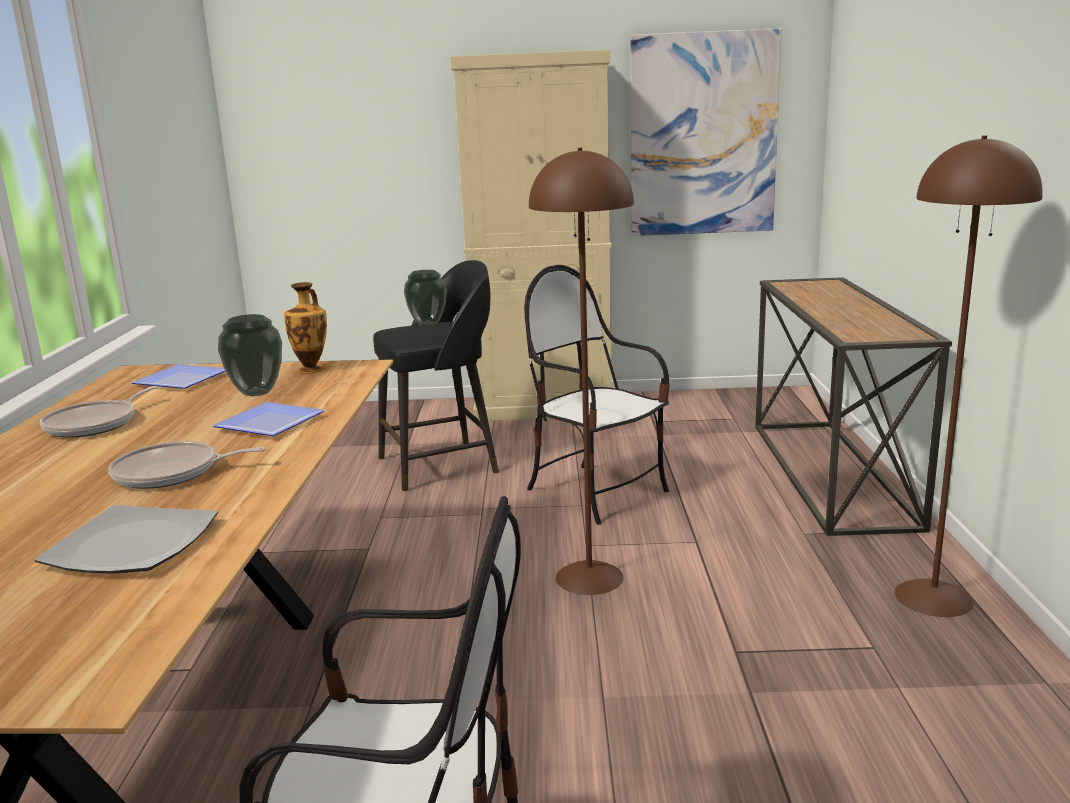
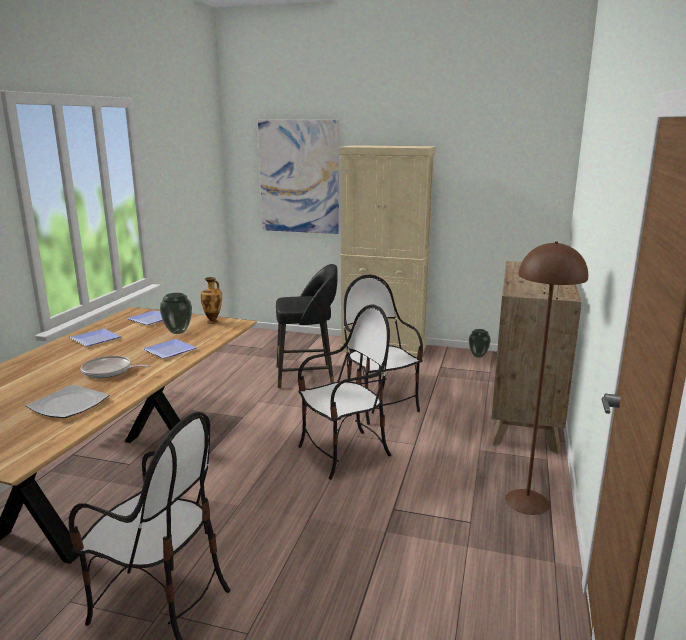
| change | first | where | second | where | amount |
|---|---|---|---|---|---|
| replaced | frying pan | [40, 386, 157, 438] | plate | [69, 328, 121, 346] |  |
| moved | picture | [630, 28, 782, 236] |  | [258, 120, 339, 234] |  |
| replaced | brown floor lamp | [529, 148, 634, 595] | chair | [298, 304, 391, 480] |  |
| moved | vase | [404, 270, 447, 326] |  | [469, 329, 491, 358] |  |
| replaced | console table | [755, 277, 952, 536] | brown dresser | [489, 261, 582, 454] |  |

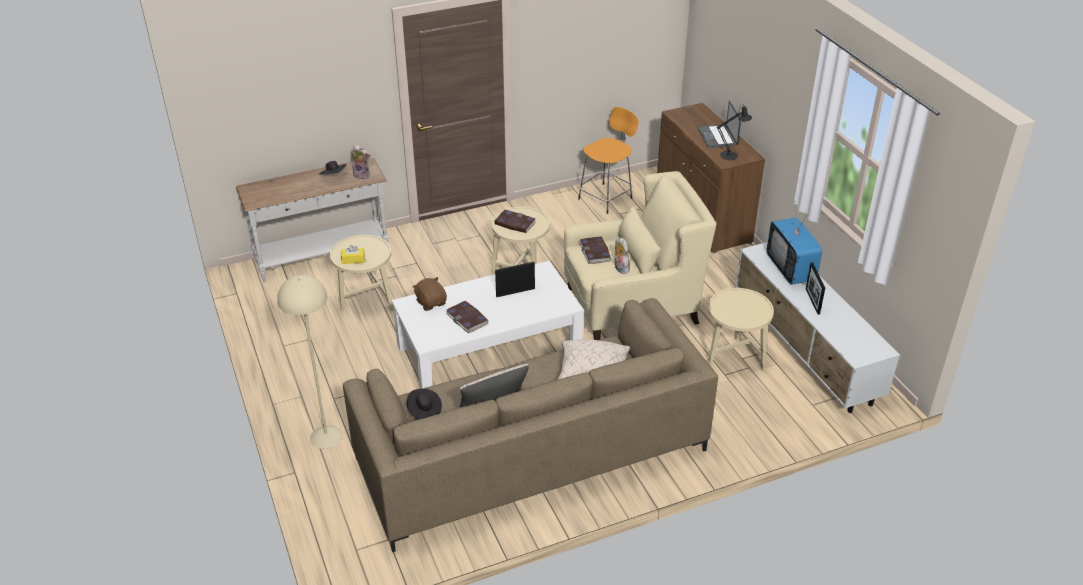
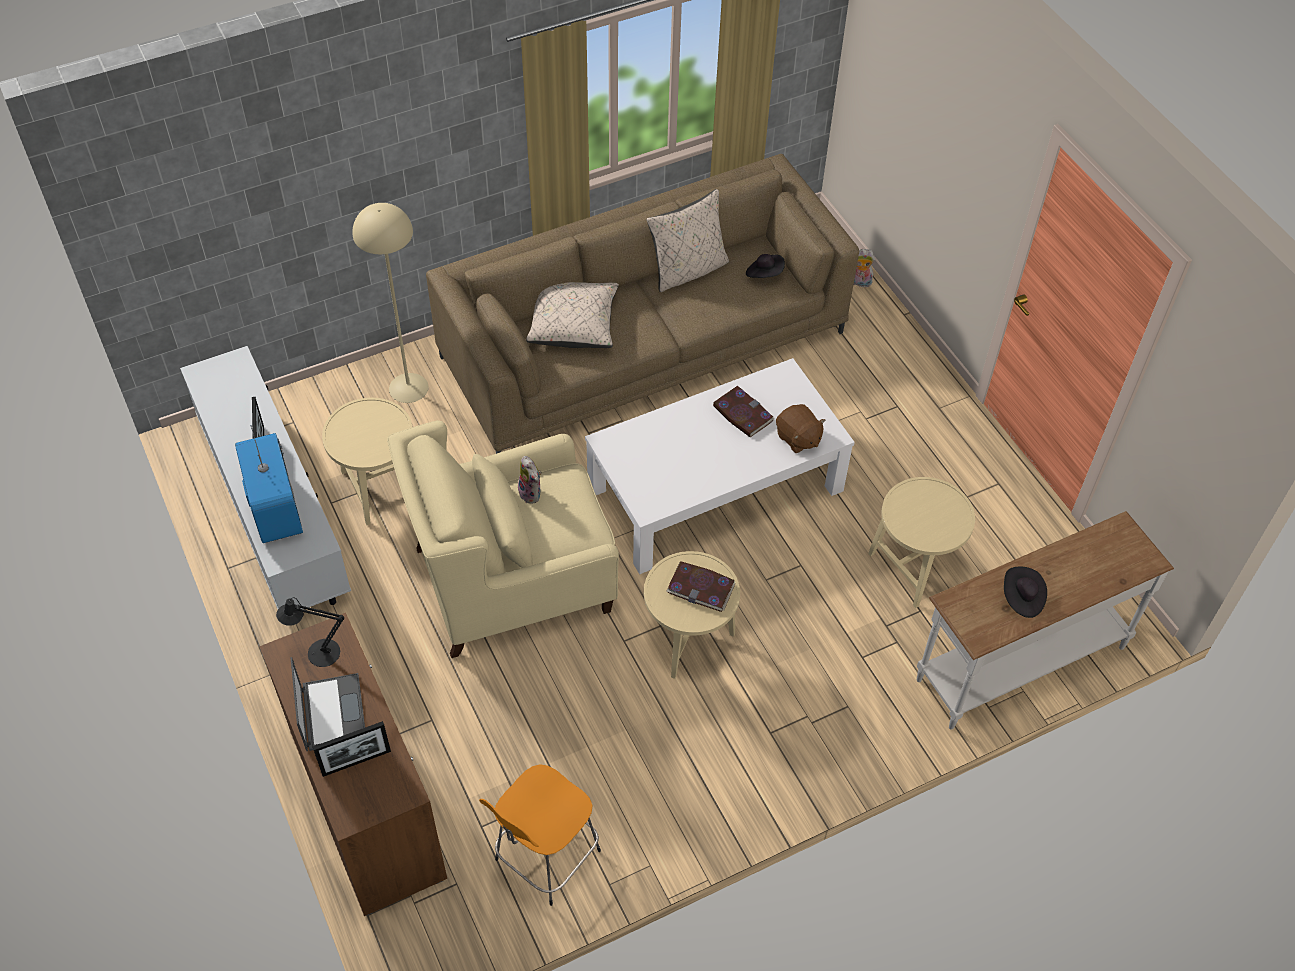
| change | first | where | second | where | amount |
|---|---|---|---|---|---|
| moved | picture frame | [495, 262, 535, 297] |  | [313, 721, 391, 777] |  |
| moved | beige floor lamp | [277, 275, 343, 449] |  | [352, 203, 428, 403] |  |
| moved | plush toy | [352, 145, 370, 179] |  | [854, 249, 875, 287] |  |
| removed | yellow tissue box | [341, 245, 365, 264] |  |  |  |
| removed | book | [579, 236, 611, 264] |  |  |  |

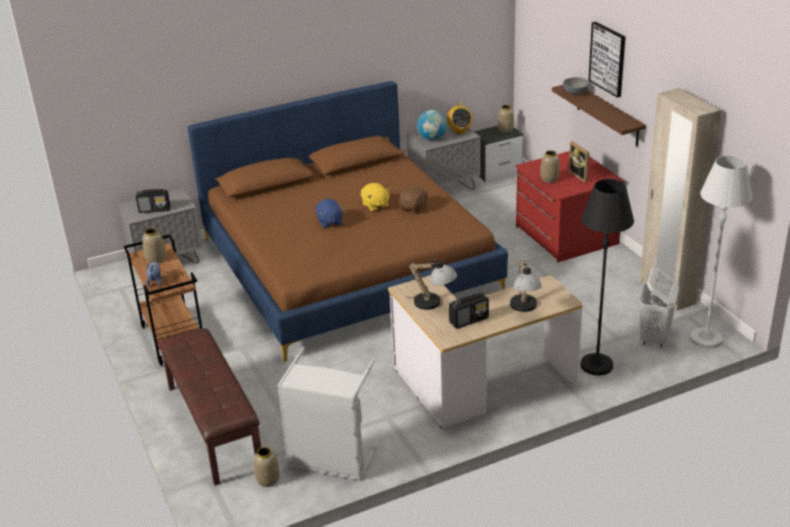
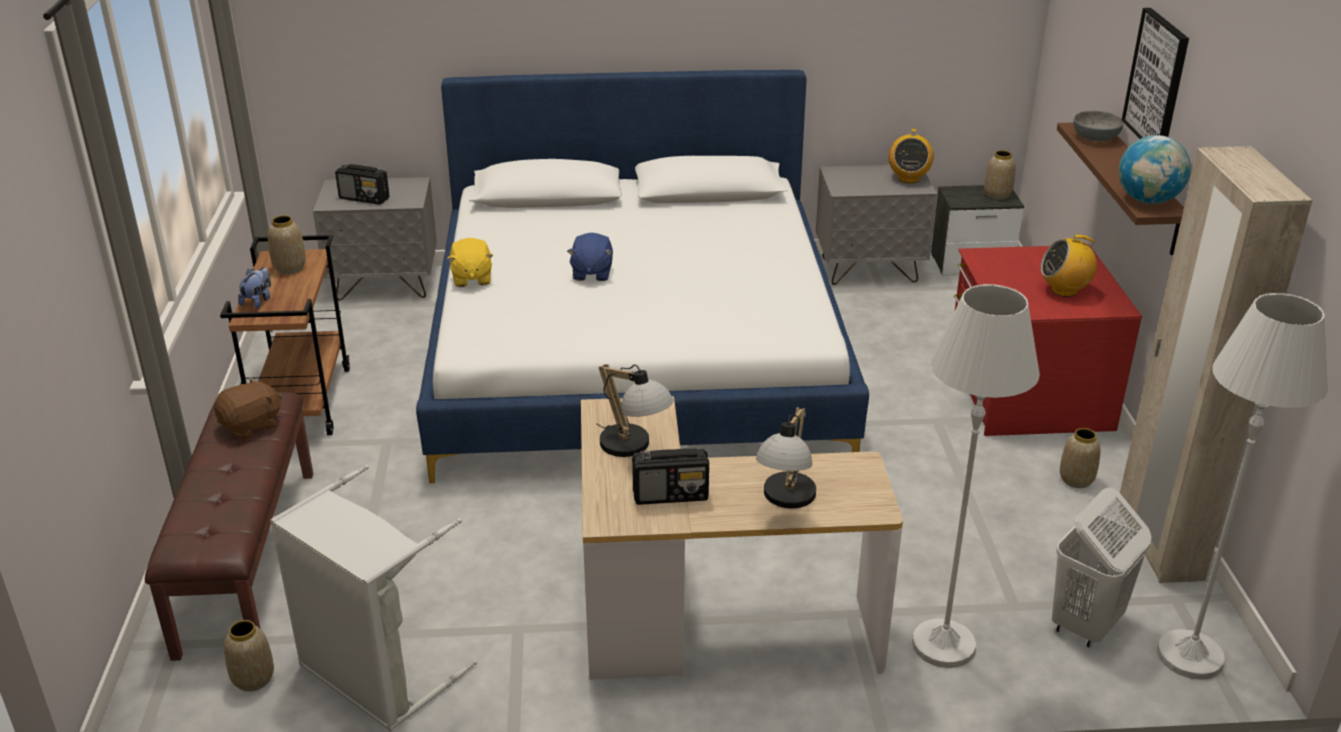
| change | first | where | second | where | amount |
|---|---|---|---|---|---|
| moved | brown plush toy | [399, 186, 429, 214] |  | [214, 378, 282, 439] |  |
| recoloured | brown bed | [188, 81, 508, 362] | white bed | [416, 70, 869, 483] |  |
| moved | yellow plush toy | [361, 183, 390, 212] |  | [447, 238, 493, 287] |  |
| recoloured | black floor lamp | [581, 179, 634, 376] | white floor lamp | [912, 284, 1040, 668] |  |
| replaced | picture frame | [569, 141, 589, 183] | radio | [1041, 235, 1097, 297] |  |
| moved | vase | [540, 150, 560, 183] |  | [1060, 428, 1100, 488] |  |
| moved | globe | [417, 110, 447, 140] |  | [1119, 135, 1191, 204] |  |

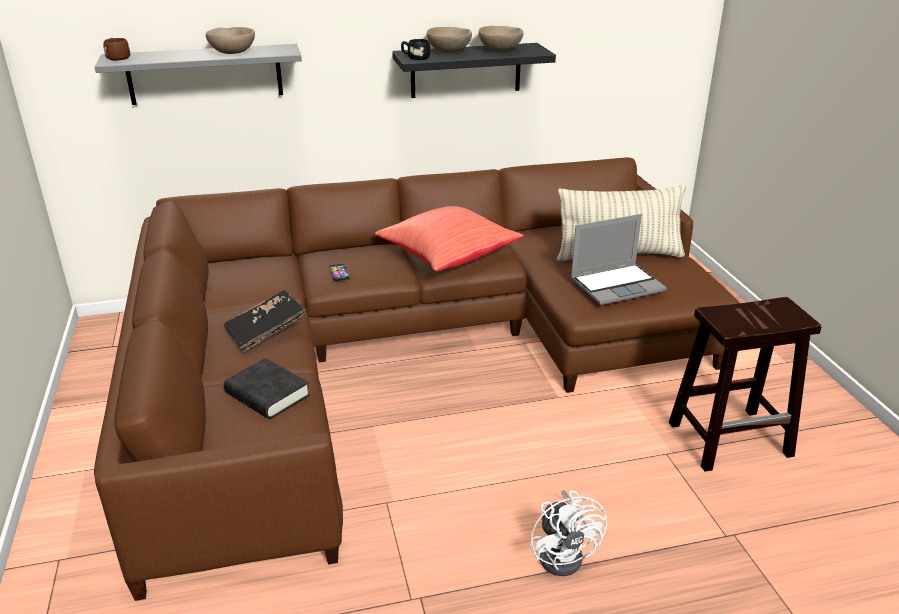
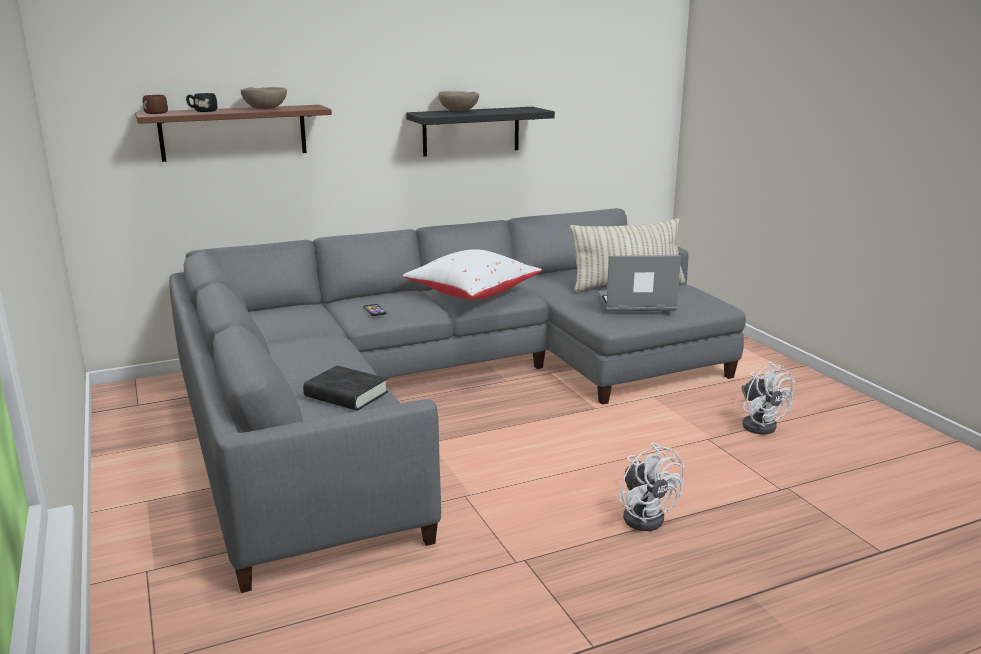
| change | first | where | second | where | amount |
|---|---|---|---|---|---|
| recoloured | grey shelf | [95, 44, 302, 105] | brown shelf | [135, 105, 332, 162] |  |
| recoloured | brown sofa | [94, 157, 739, 601] | grey sofa | [169, 208, 746, 593] |  |
| moved | black mug | [401, 39, 430, 60] |  | [186, 93, 217, 112] |  |
| recoloured | red pillow | [375, 206, 523, 272] | white pillow | [403, 249, 542, 299] |  |
| turned | laptop | [570, 214, 667, 305] |  | [598, 255, 681, 312] | 150 degrees counterclockwise |
| replaced | brown stool | [669, 297, 821, 472] | white fan | [742, 361, 795, 434] |  |
| removed | black book | [224, 290, 307, 352] |  |  |  |
| removed | beige bowl | [478, 26, 524, 51] |  |  |  |

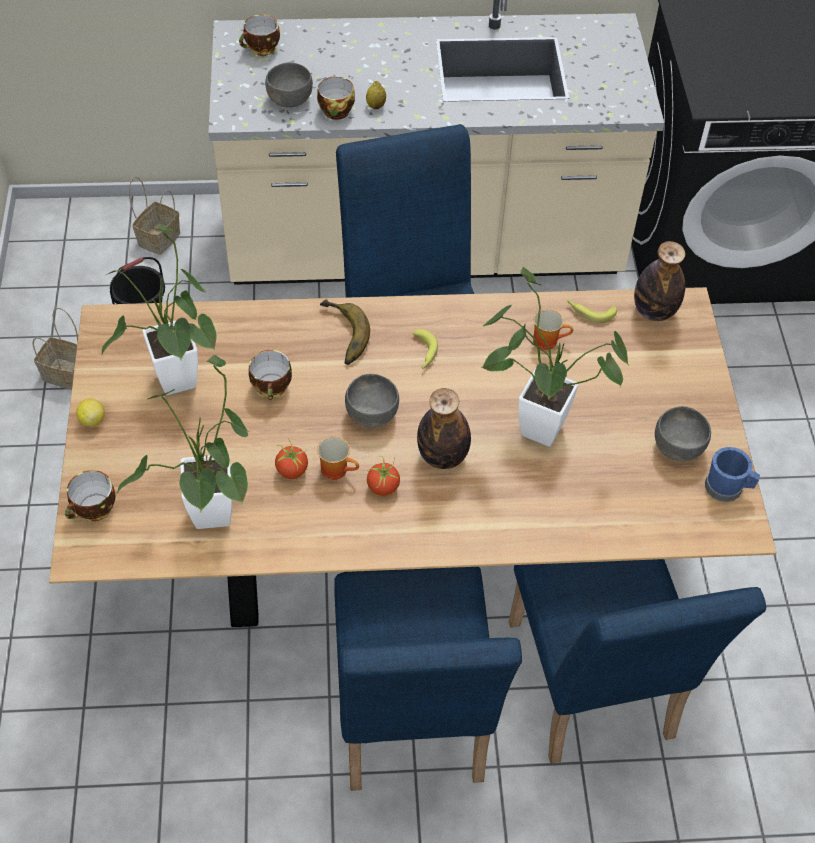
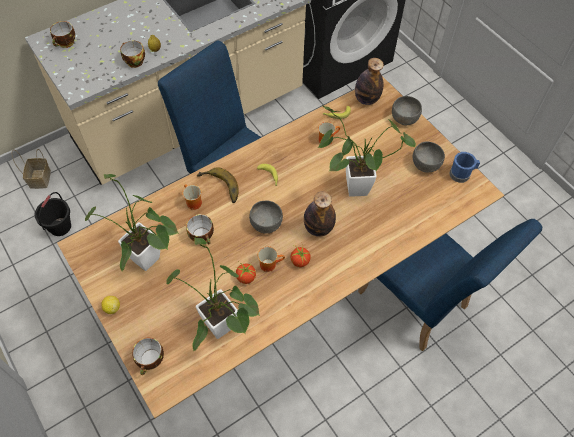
| change | first | where | second | where | amount |
|---|---|---|---|---|---|
| added |  |  | mug | [182, 184, 202, 210] |  |
| moved | grey bowl | [265, 62, 313, 108] |  | [392, 96, 422, 125] |  |
| removed | basket | [32, 308, 78, 390] |  |  |  |
| removed | blue chair | [334, 567, 522, 791] |  |  |  |

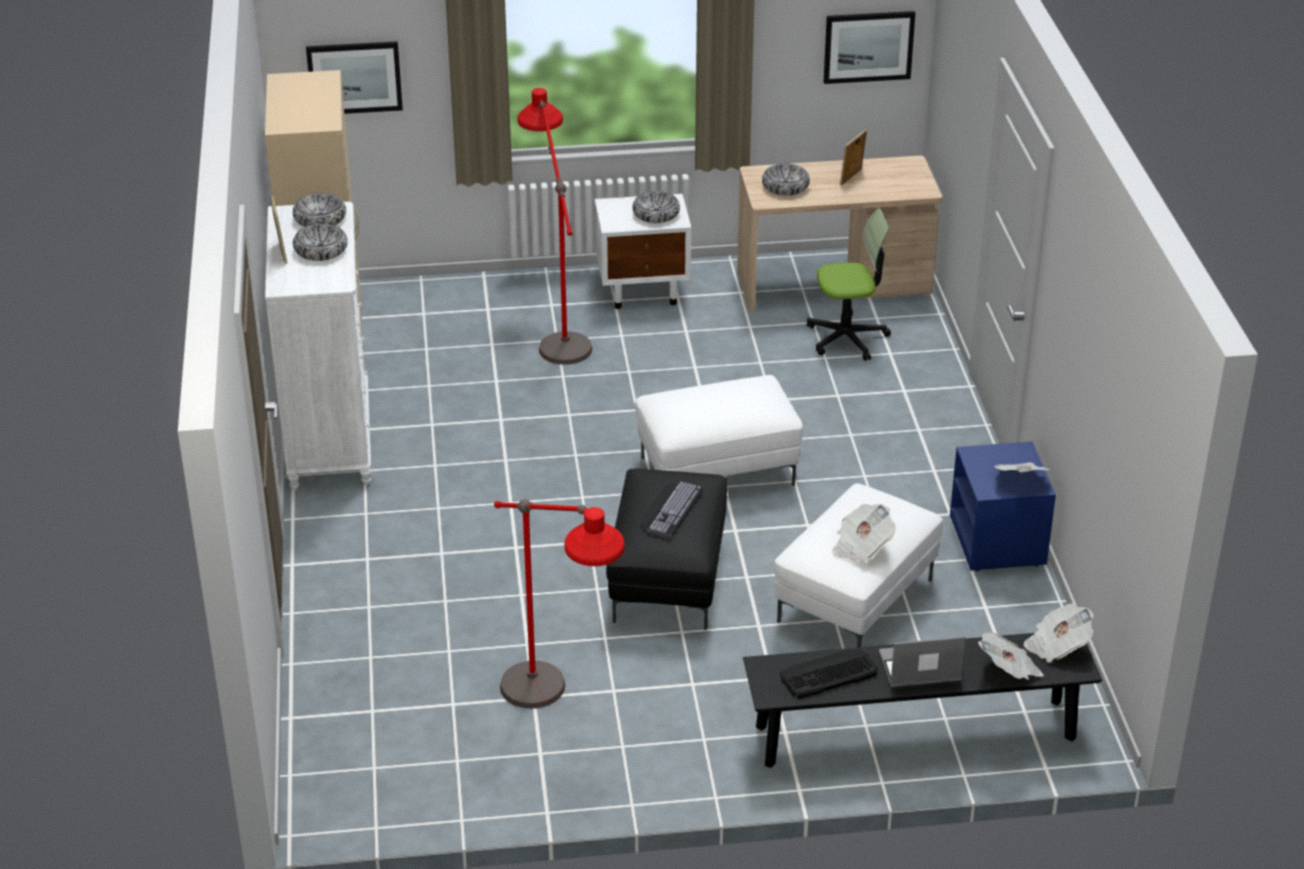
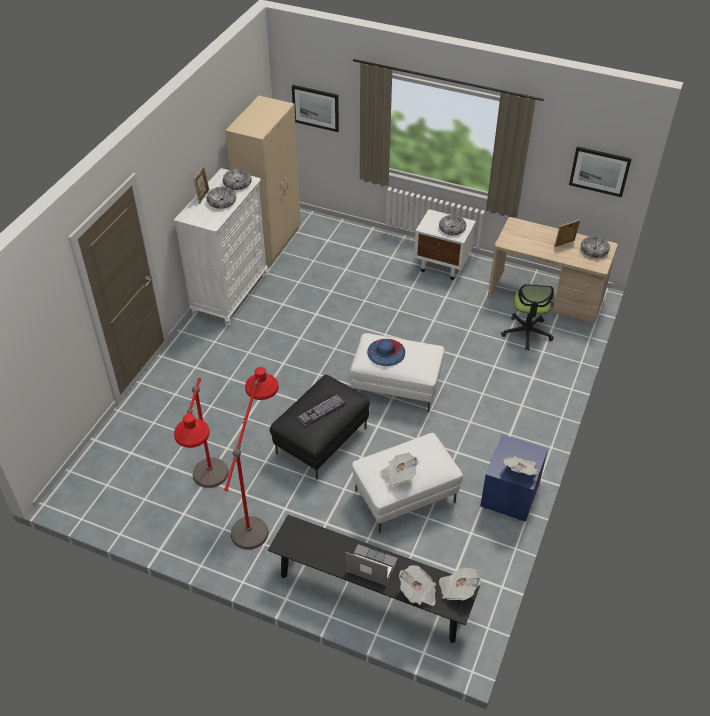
| change | first | where | second | where | amount |
|---|---|---|---|---|---|
| moved | red floor lamp | [518, 88, 592, 365] |  | [224, 367, 279, 550] |  |
| added |  |  | blue hat | [367, 339, 405, 366] |  |
| turned | office chair | [807, 209, 891, 361] |  | [501, 284, 554, 351] | 75 degrees clockwise |
| moved | bowl | [762, 163, 810, 196] |  | [581, 236, 610, 258] |  |
| removed | keyboard | [780, 649, 878, 699] |  |  |  |

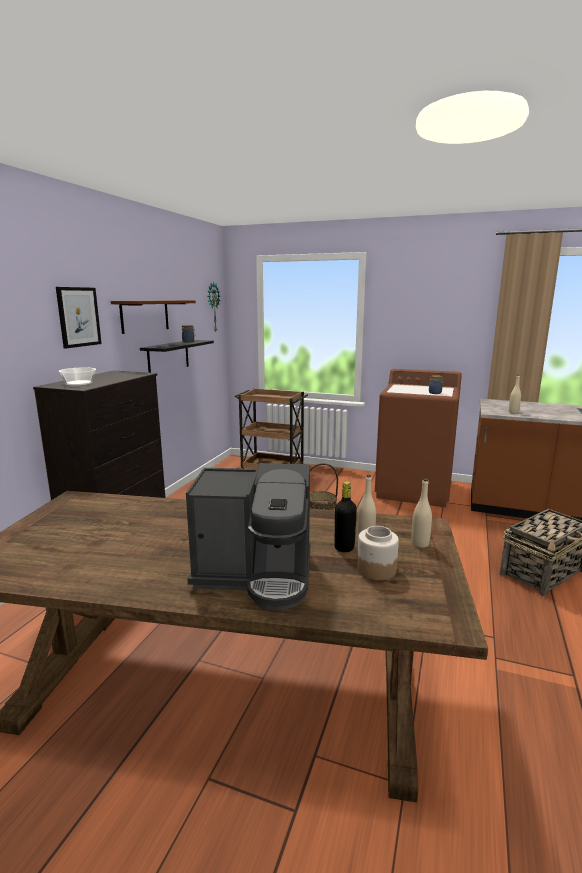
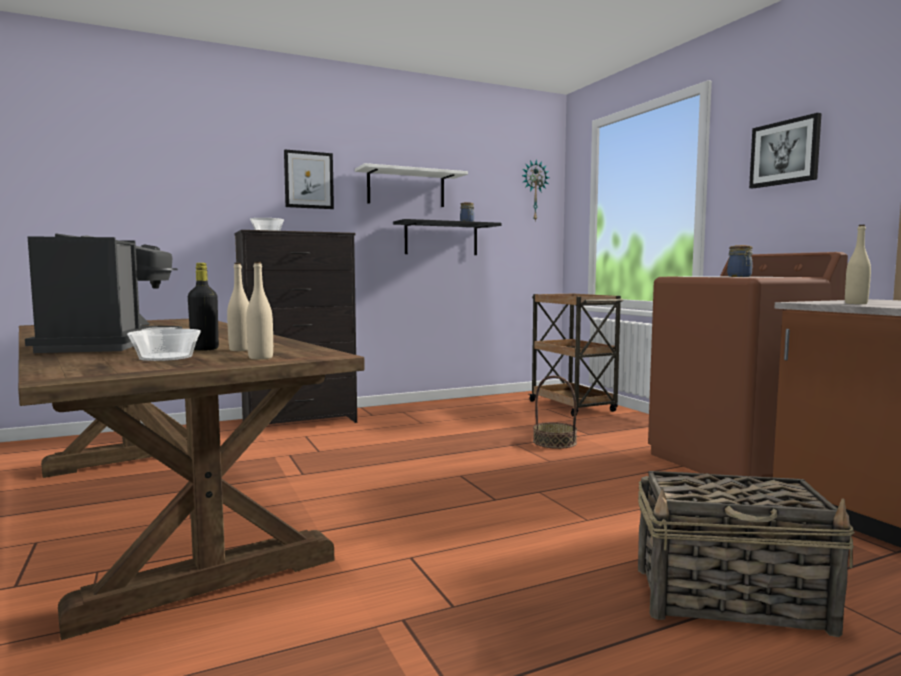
| change | first | where | second | where | amount |
|---|---|---|---|---|---|
| turned | coffee machine | [186, 463, 310, 611] |  | [25, 233, 182, 353] | 150 degrees counterclockwise |
| replaced | jar | [357, 526, 399, 581] | bowl | [127, 329, 201, 361] |  |
| recoloured | brown shelf | [111, 300, 196, 334] | white shelf | [355, 163, 468, 207] |  |
| added |  |  | picture | [749, 113, 822, 188] |  |

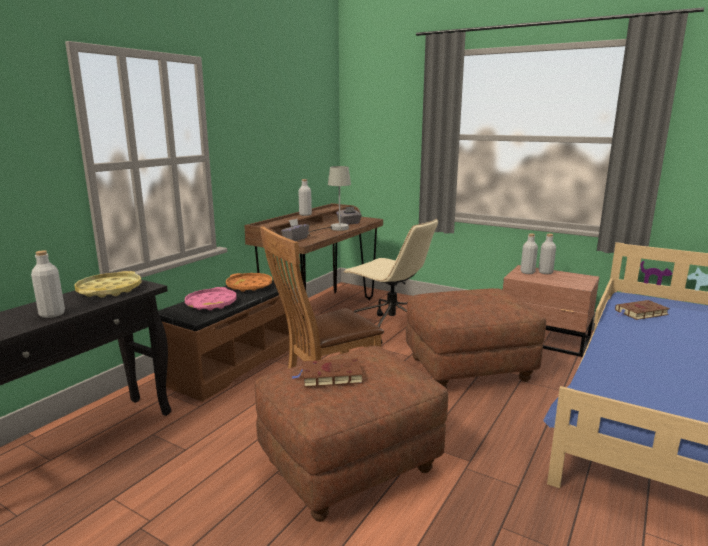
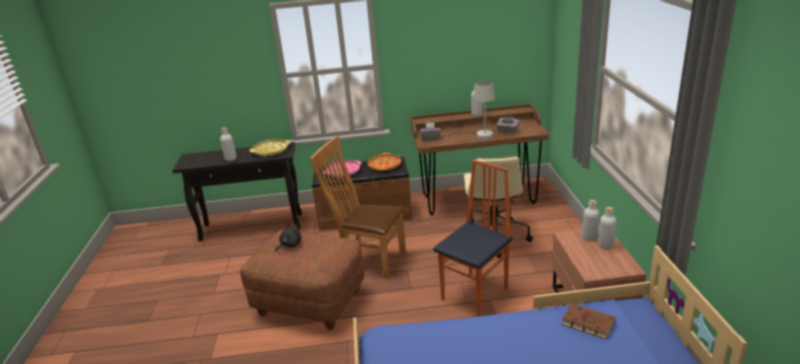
| change | first | where | second | where | amount |
|---|---|---|---|---|---|
| replaced | brown book | [291, 358, 363, 387] | black plush toy | [275, 223, 301, 252] |  |
| replaced | brown ottoman | [406, 288, 546, 388] | chair | [433, 160, 513, 317] |  |

